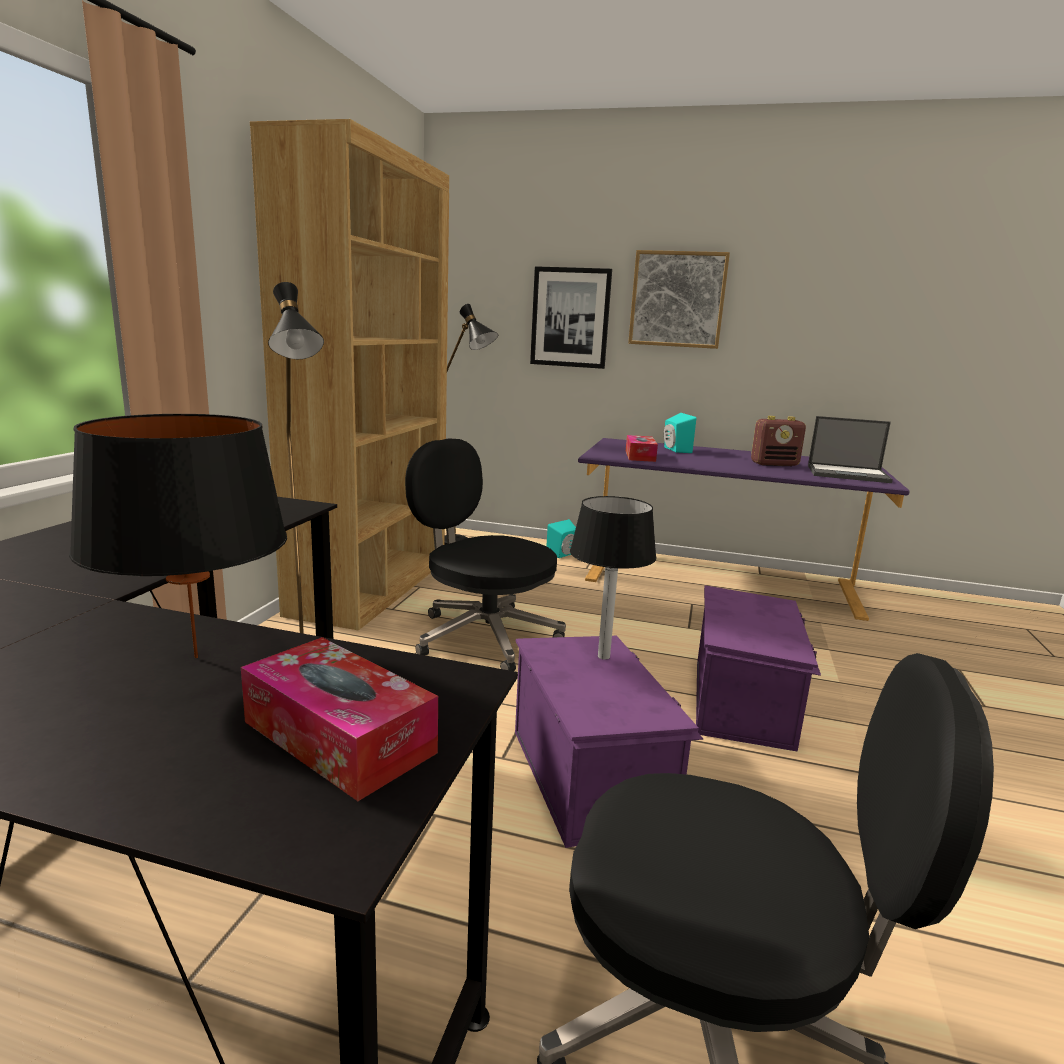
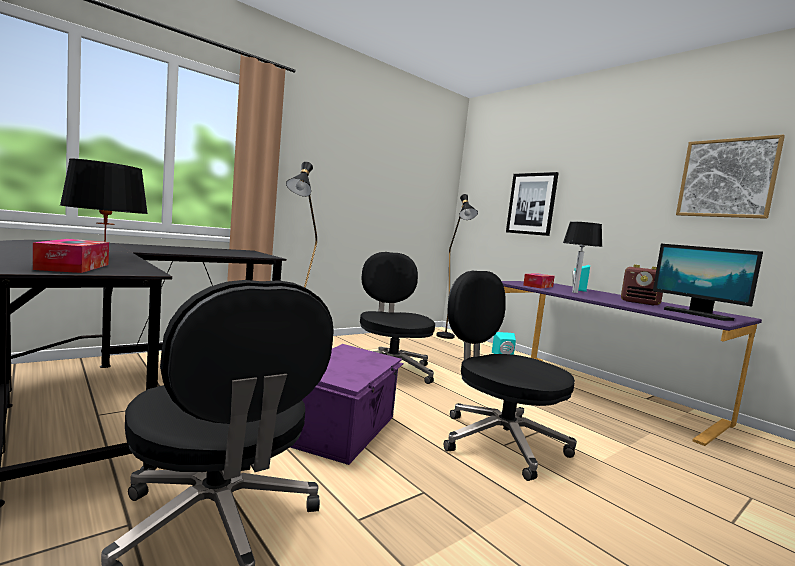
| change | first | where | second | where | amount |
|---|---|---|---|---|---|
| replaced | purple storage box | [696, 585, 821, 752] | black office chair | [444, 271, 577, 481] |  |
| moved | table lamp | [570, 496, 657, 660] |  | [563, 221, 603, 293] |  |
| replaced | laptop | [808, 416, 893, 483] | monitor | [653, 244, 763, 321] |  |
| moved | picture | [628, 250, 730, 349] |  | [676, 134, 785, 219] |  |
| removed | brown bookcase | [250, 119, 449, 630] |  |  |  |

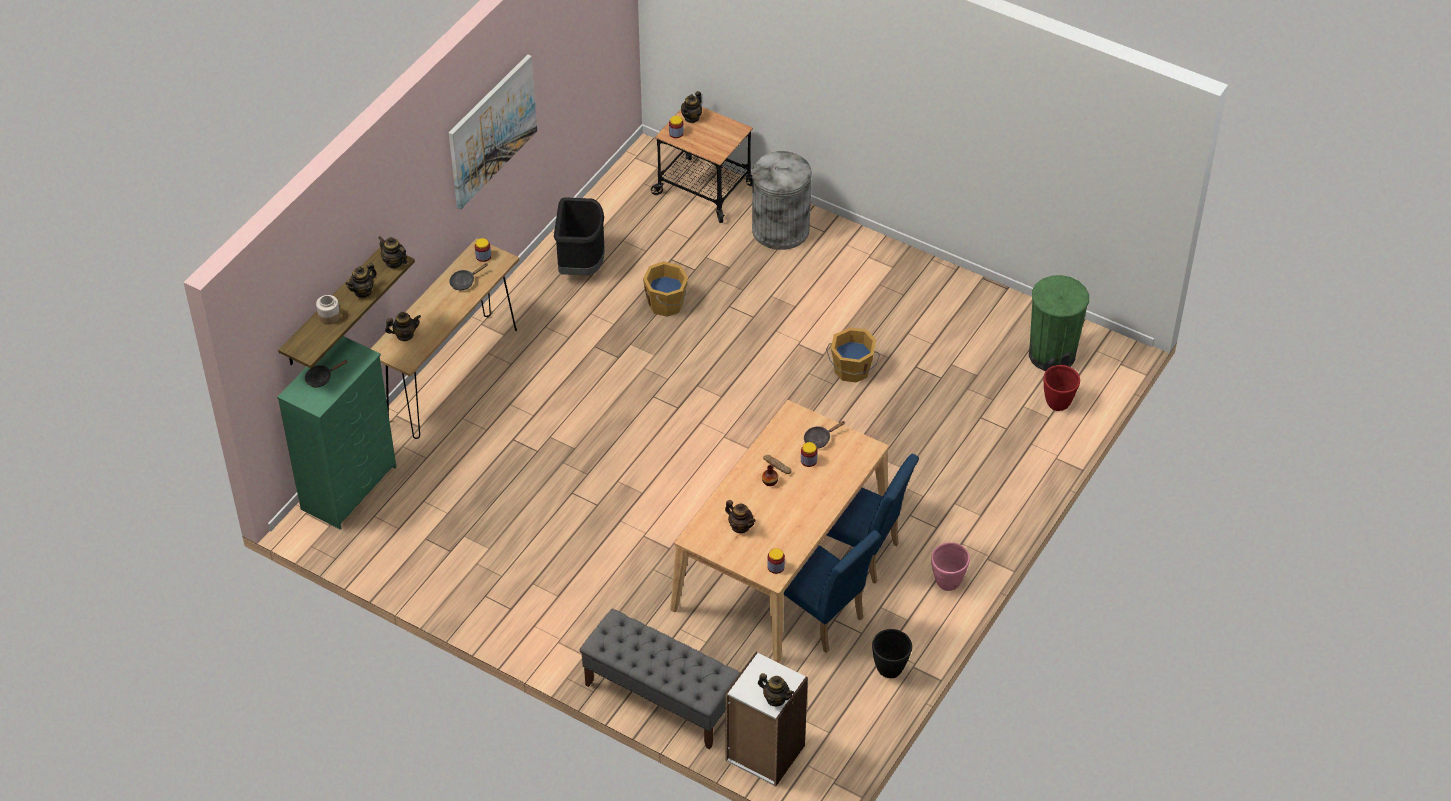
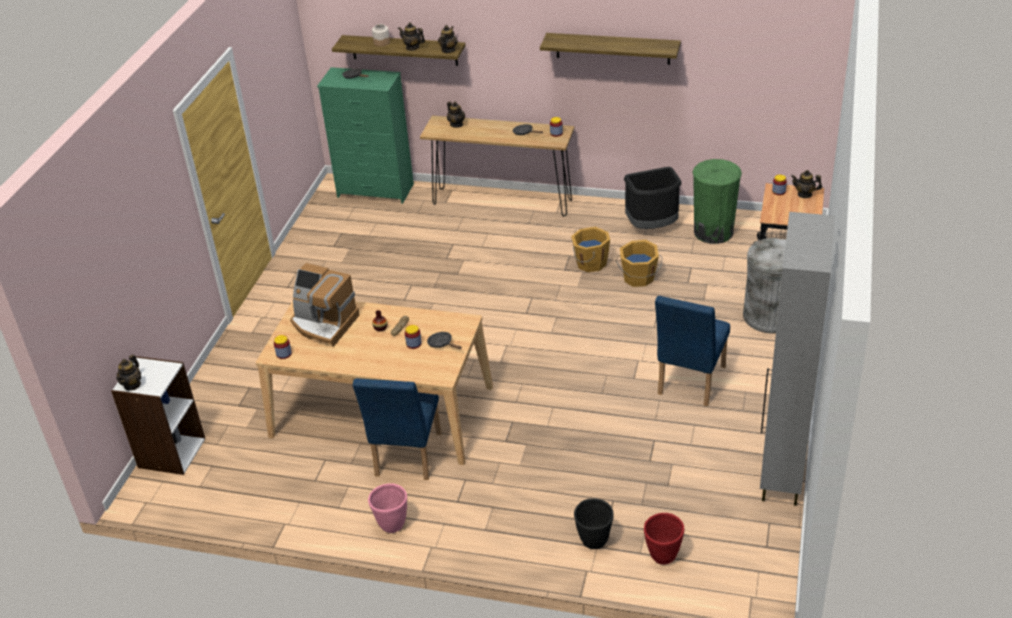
| change | first | where | second | where | amount |
|---|---|---|---|---|---|
| replaced | teapot | [725, 500, 756, 533] | coffee machine | [290, 263, 360, 347] |  |
| replaced | picture | [449, 54, 537, 210] | shelf | [540, 33, 681, 65] |  |
| moved | orange bucket | [826, 328, 880, 382] |  | [571, 227, 610, 272] |  |
| moved | black planter | [872, 629, 912, 678] |  | [574, 498, 614, 549] |  |
| moved | blue chair | [784, 530, 881, 653] |  | [655, 296, 730, 406] |  |
| moved | green trash can | [1029, 275, 1089, 371] |  | [693, 159, 742, 244] |  |
| added |  |  | grey cabinet | [760, 212, 835, 506] |  |
| removed | grey bench | [580, 609, 741, 749] |  |  |  |

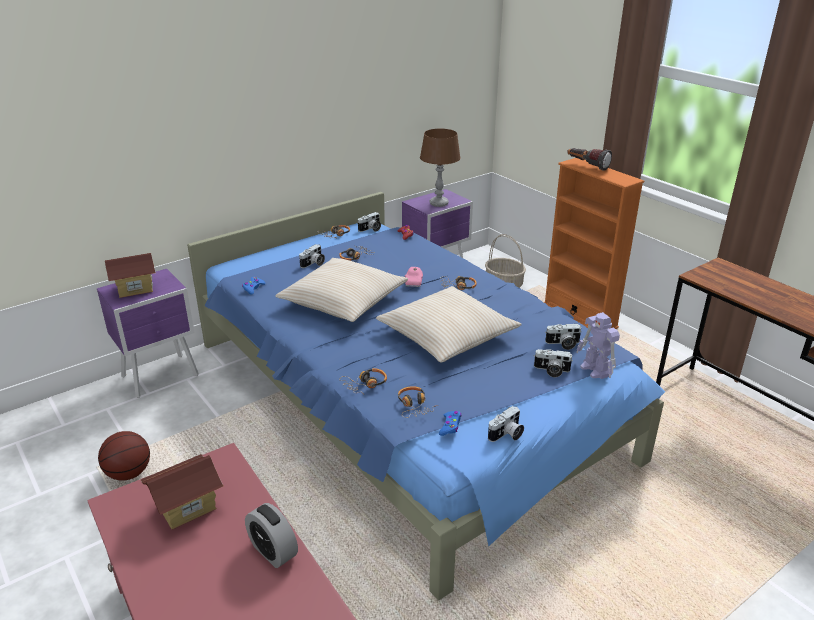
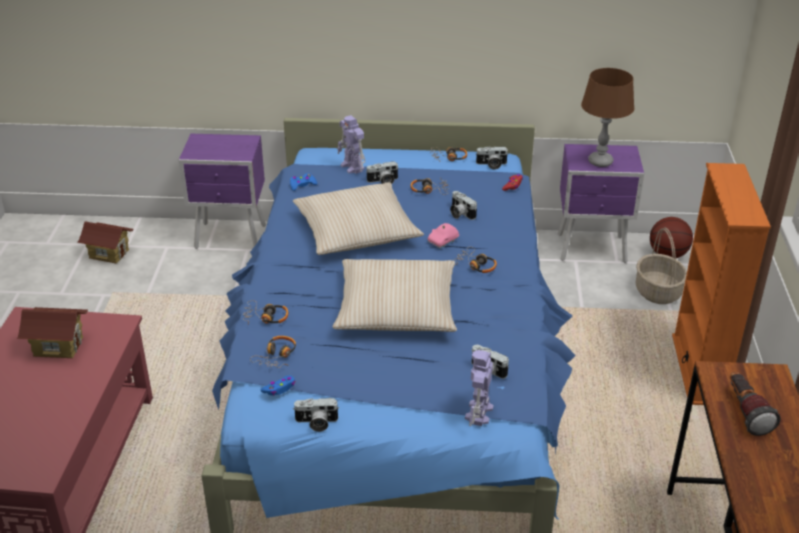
| change | first | where | second | where | amount |
|---|---|---|---|---|---|
| moved | toy house | [105, 253, 156, 298] |  | [77, 221, 134, 264] |  |
| added |  |  | toy robot | [337, 115, 365, 174] |  |
| moved | photo camera | [534, 349, 572, 377] |  | [450, 191, 477, 220] |  |
| moved | basketball | [98, 431, 150, 481] |  | [650, 217, 693, 258] |  |
| moved | flashlight | [567, 148, 612, 170] |  | [730, 372, 781, 436] |  |
| removed | alarm clock | [245, 503, 298, 568] |  |  |  |

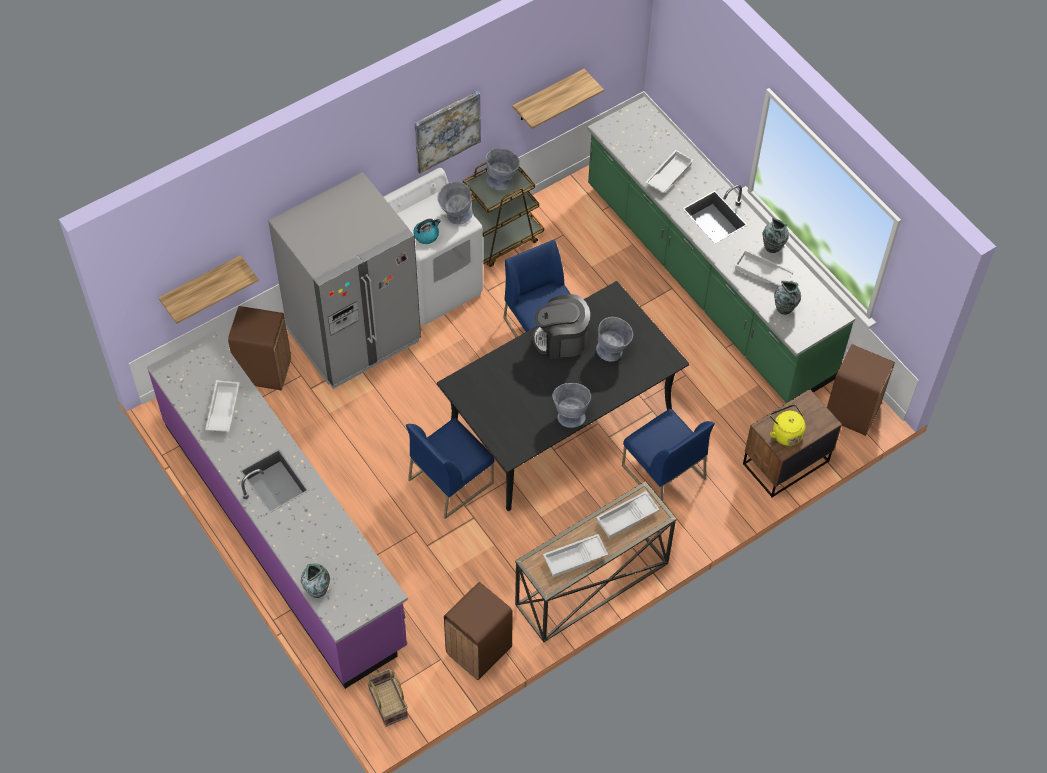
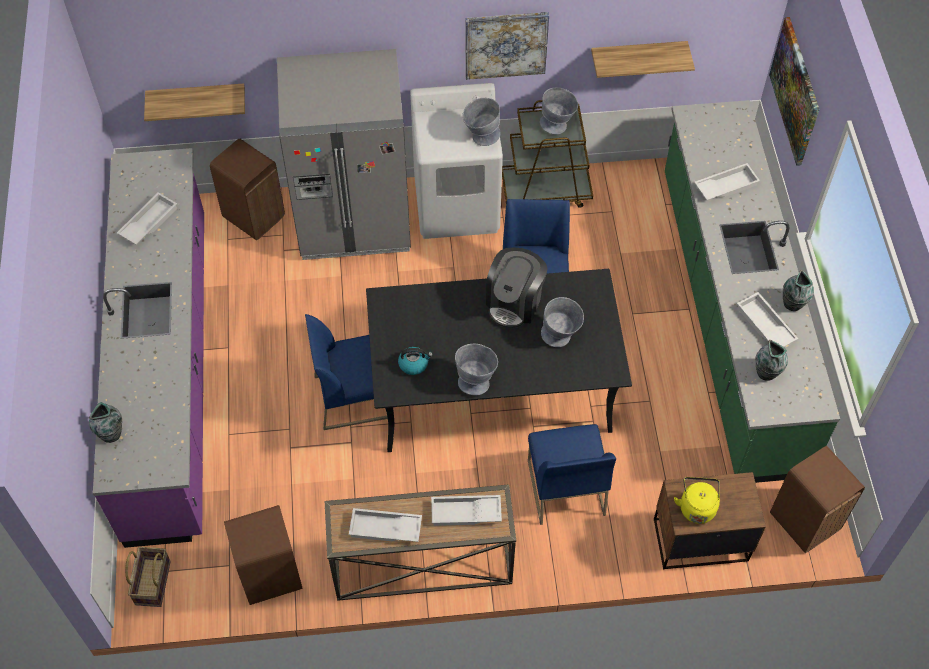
| change | first | where | second | where | amount |
|---|---|---|---|---|---|
| moved | kettle | [413, 219, 441, 244] |  | [398, 347, 433, 375] |  |
| turned | coffee machine | [533, 294, 590, 359] |  | [486, 247, 548, 328] | 90 degrees counterclockwise |
| added |  |  | picture | [769, 17, 820, 166] |  |

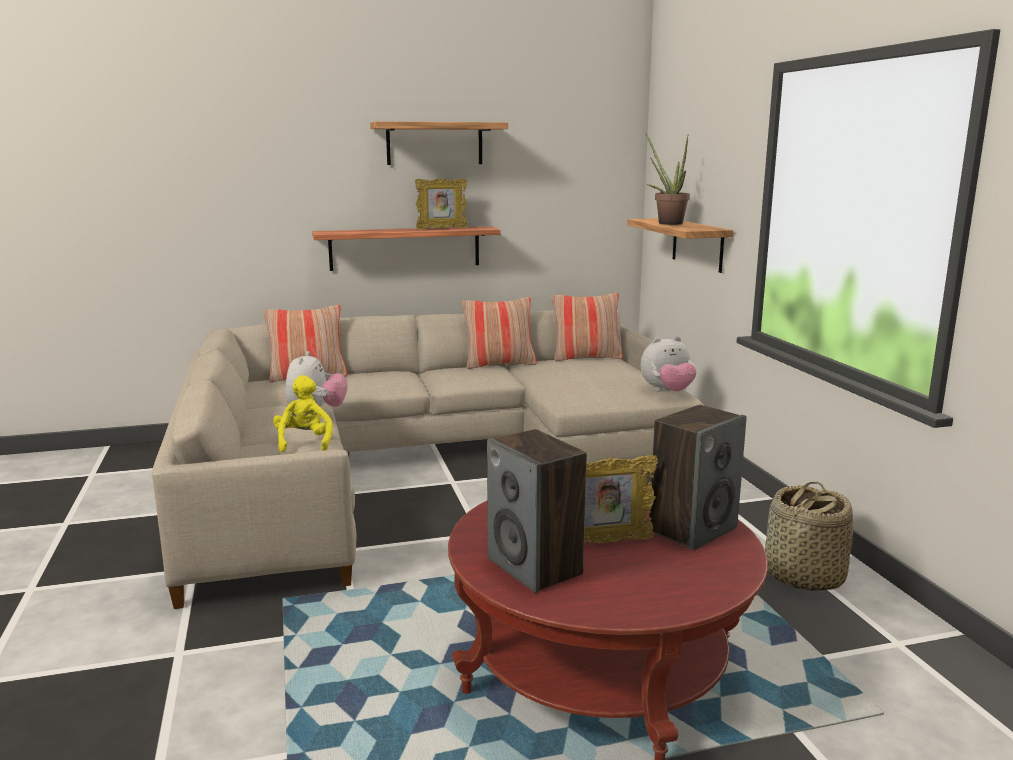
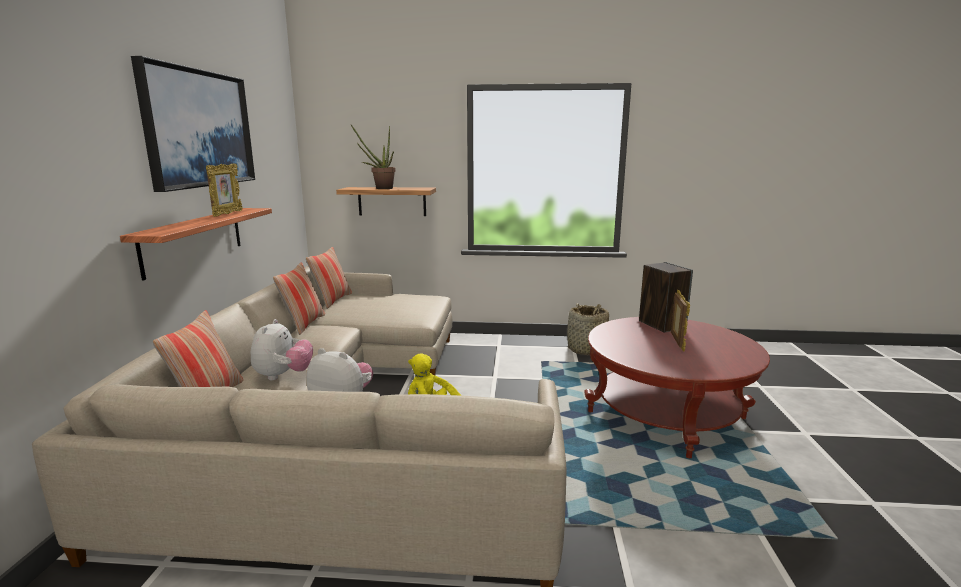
| change | first | where | second | where | amount |
|---|---|---|---|---|---|
| replaced | shelf | [370, 122, 508, 165] | picture | [131, 56, 255, 192] |  |
| moved | plush toy | [641, 336, 697, 391] |  | [251, 319, 313, 380] |  |
| removed | speaker | [487, 429, 587, 593] |  |  |  |

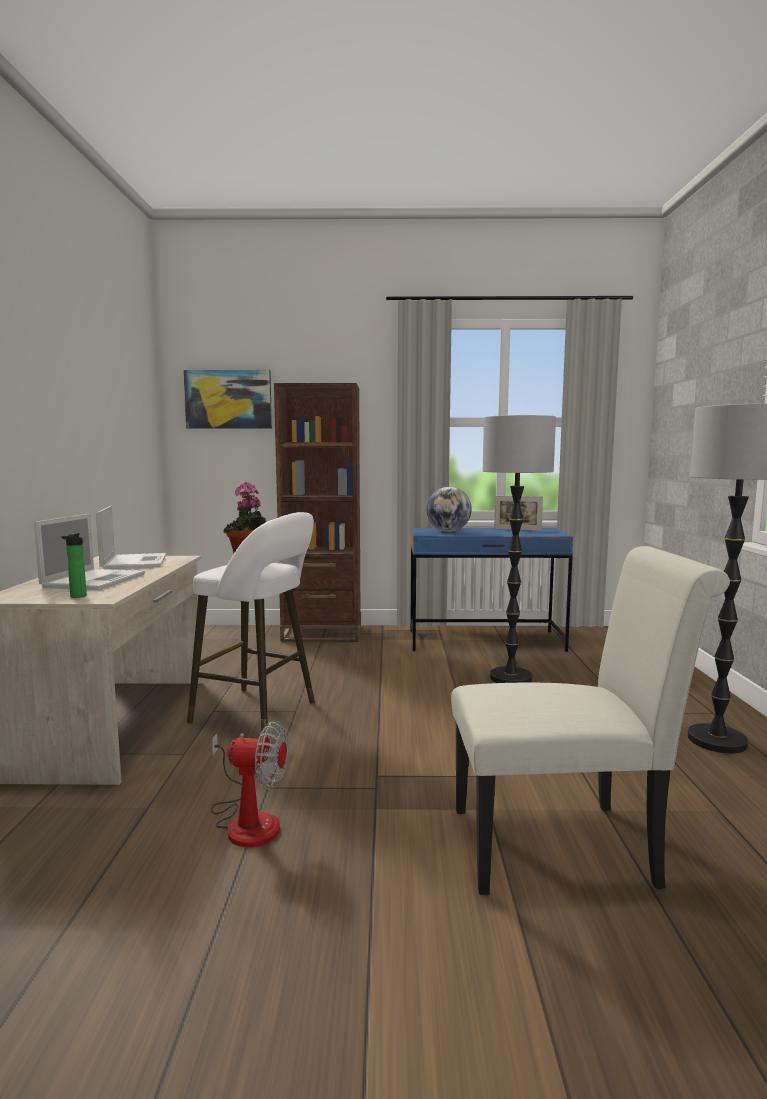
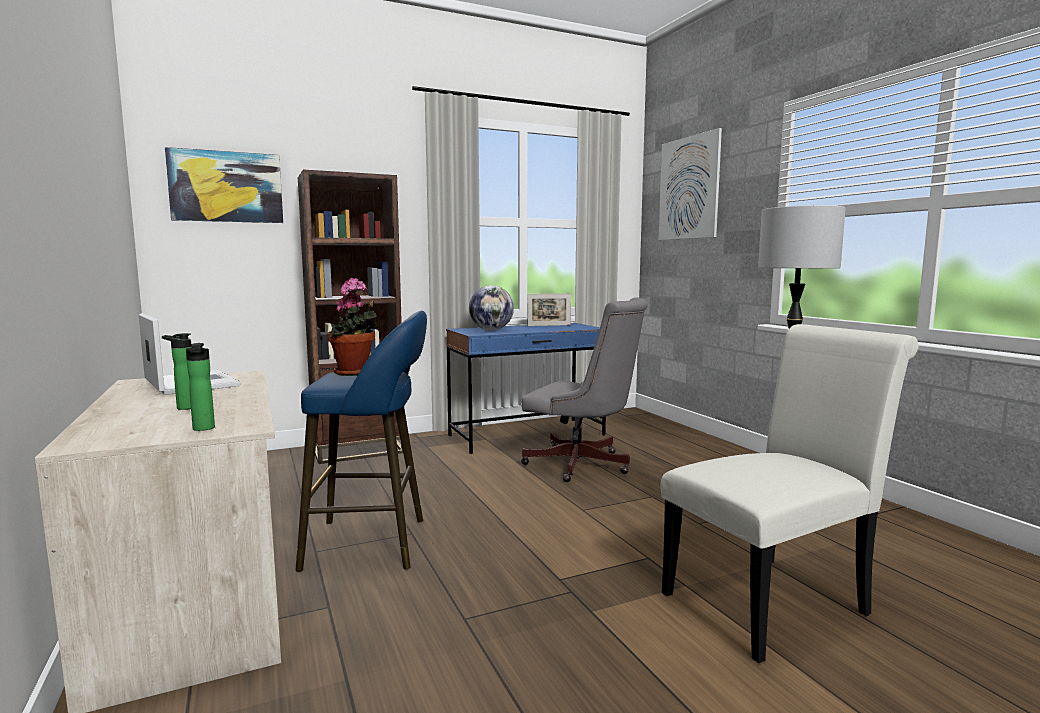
| change | first | where | second | where | amount |
|---|---|---|---|---|---|
| replaced | laptop | [34, 513, 145, 590] | bottle | [162, 333, 192, 410] |  |
| recoloured | white stool | [187, 512, 315, 737] | blue stool | [295, 311, 427, 572] |  |
| replaced | floor lamp | [483, 415, 556, 683] | grey office chair | [521, 297, 648, 482] |  |
| added |  |  | picture | [659, 128, 722, 240] |  |
| removed | fan | [211, 720, 288, 847] |  |  |  |

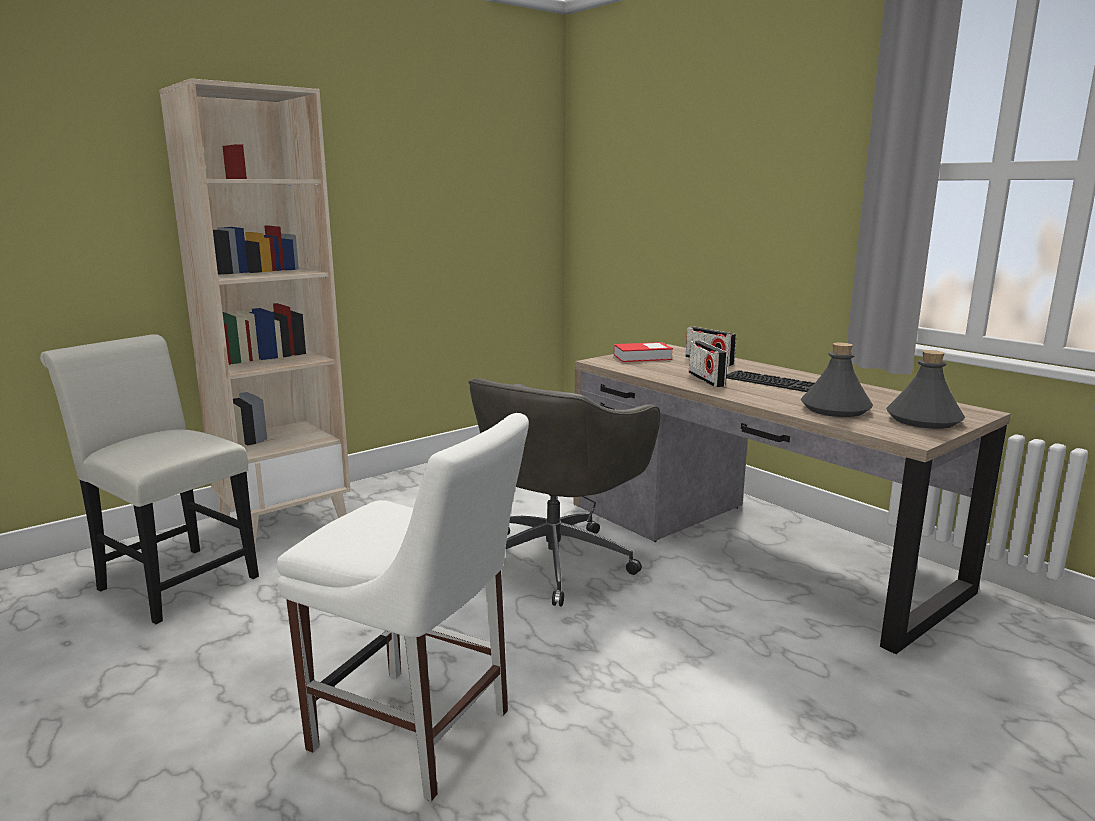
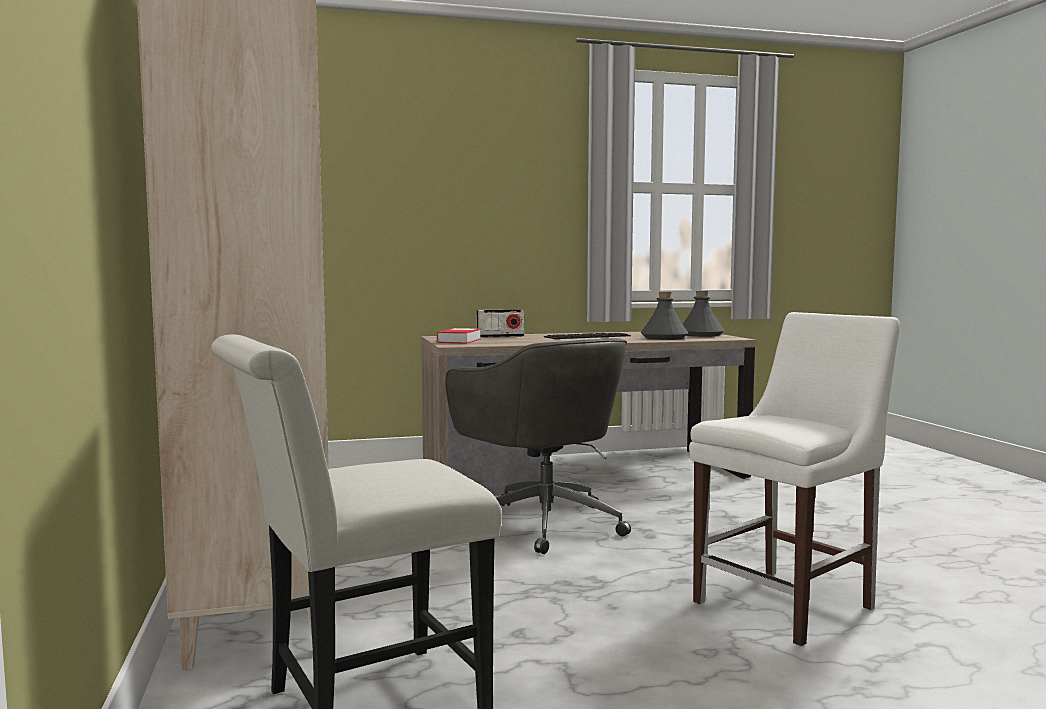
| change | first | where | second | where | amount |
|---|---|---|---|---|---|
| removed | radio | [689, 340, 728, 387] |  |  |  |

